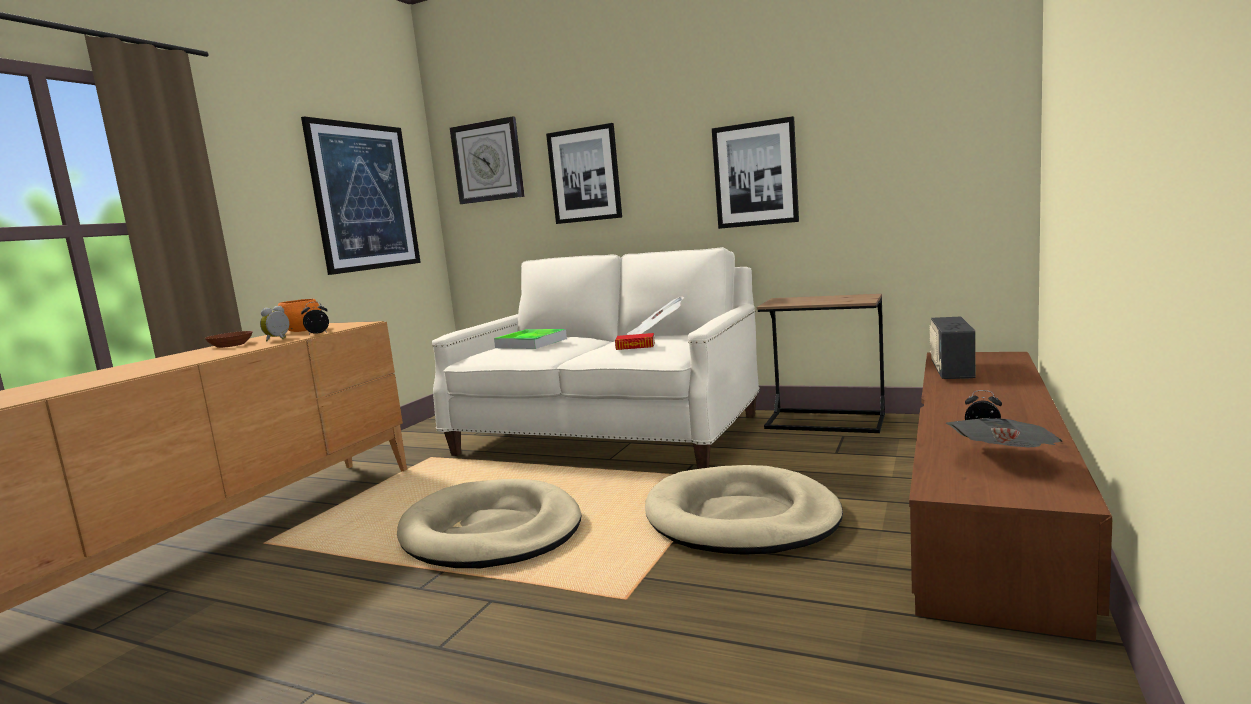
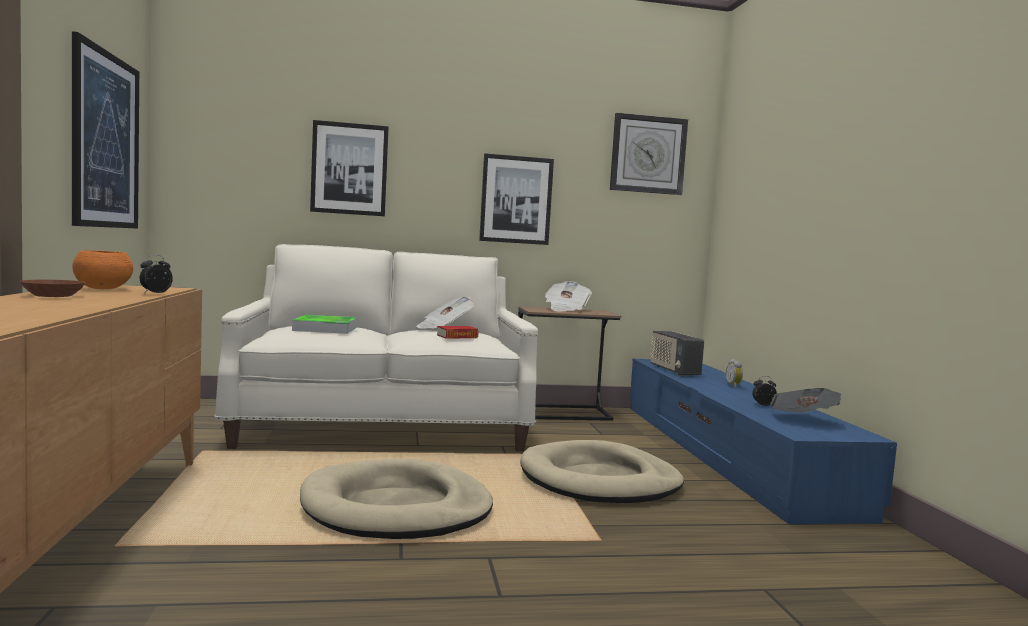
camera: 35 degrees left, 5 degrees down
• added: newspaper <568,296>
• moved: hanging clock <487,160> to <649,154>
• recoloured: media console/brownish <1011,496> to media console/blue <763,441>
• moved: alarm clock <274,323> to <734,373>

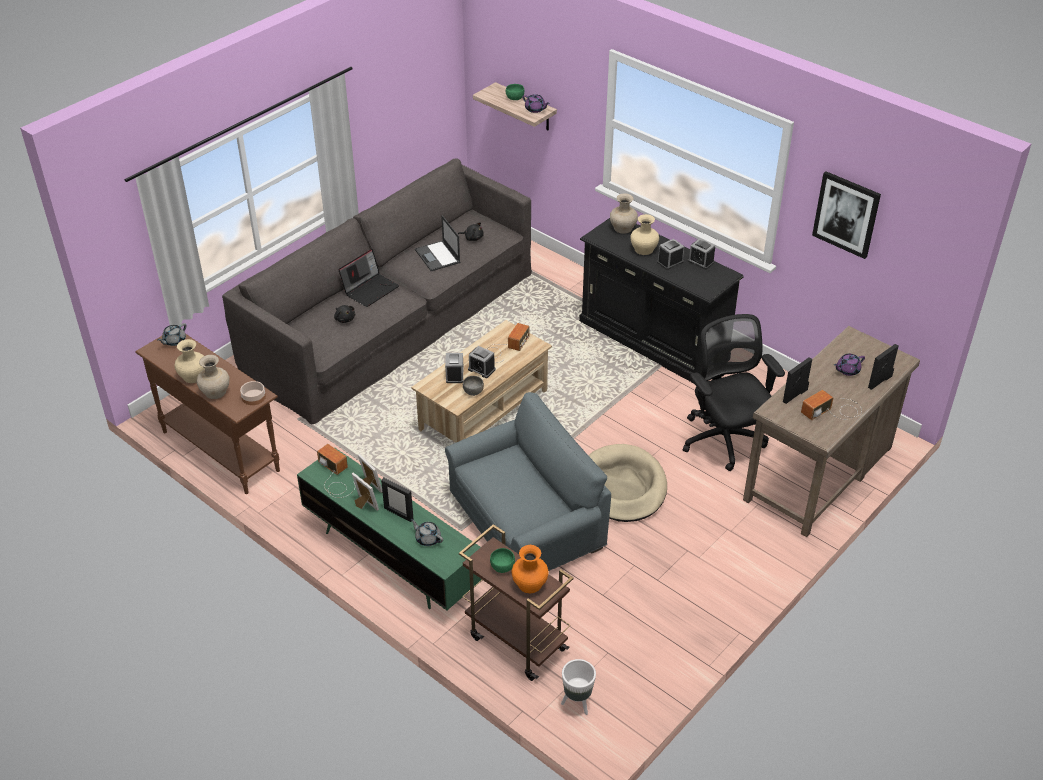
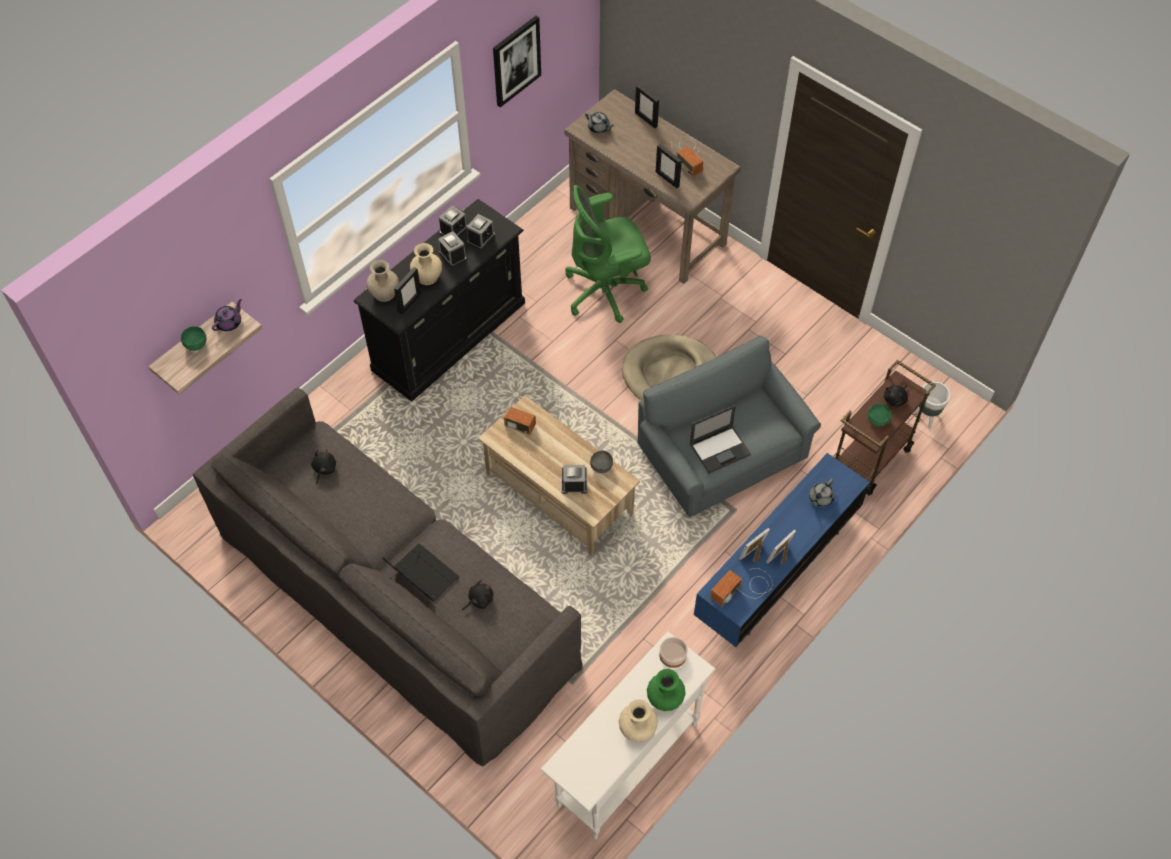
camera: 90 degrees left, 15 degrees up
• moved: picture frame <397,500> to <408,291>
• moved: alarm clock <482,362> to <481,232>
• recoloured: hall table/brownish <207,414> to hall table/white-coloured <627,735>
• recoloured: desk chair/black <734,392> to desk chair/green <608,254>
• moved: teapot/greyish <172,334> to <599,122>
• recoloured: vase/beige-coloured <213,377> to vase/green <666,690>
• moved: notebook computer <438,243> to <720,439>
• recoloured: media console/green <389,529> to media console/blue <782,550>
• replaced: vase/orangey <530,569> to soft toy/black <896,395>
• removed: teapot/purplish <849,365>

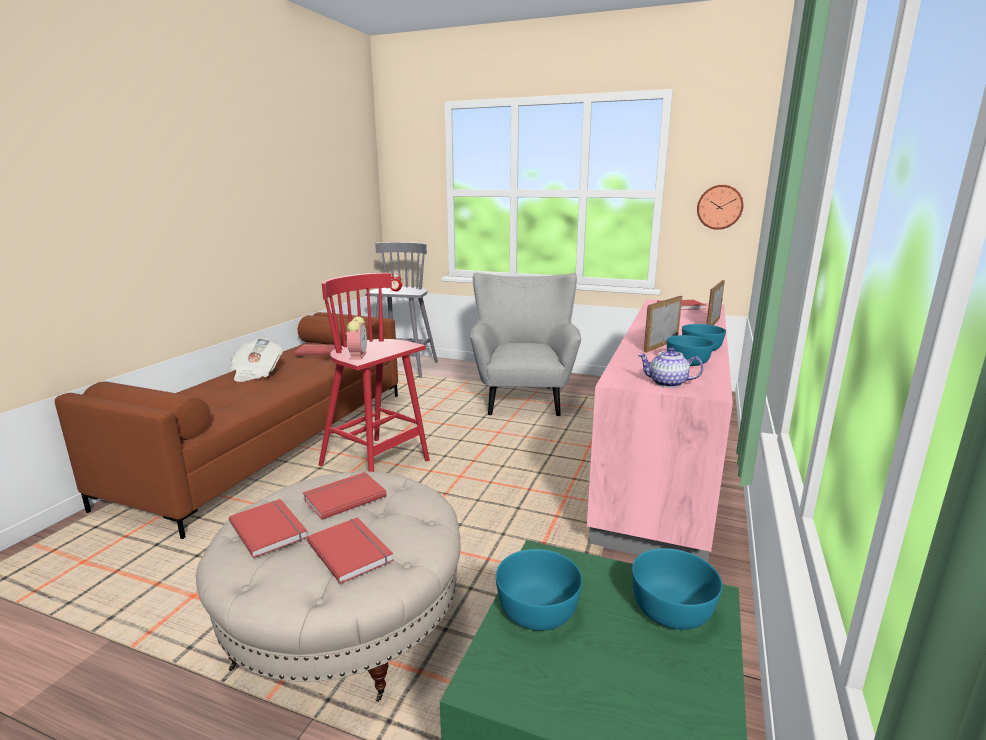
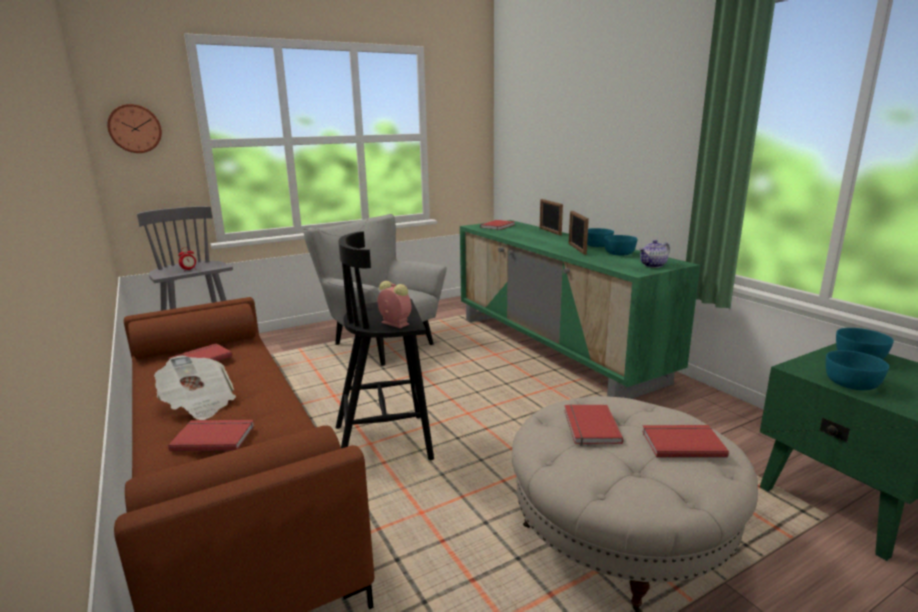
camera: 50 degrees left, 0 degrees up
• moved: hanging clock <720,207> to <134,128>
• moved: book/reddish <268,528> to <211,435>
• recoloured: stool seat/reddish <374,372> to stool seat/black <385,345>
• recoloured: media console/pinkish <660,430> to media console/green <580,309>

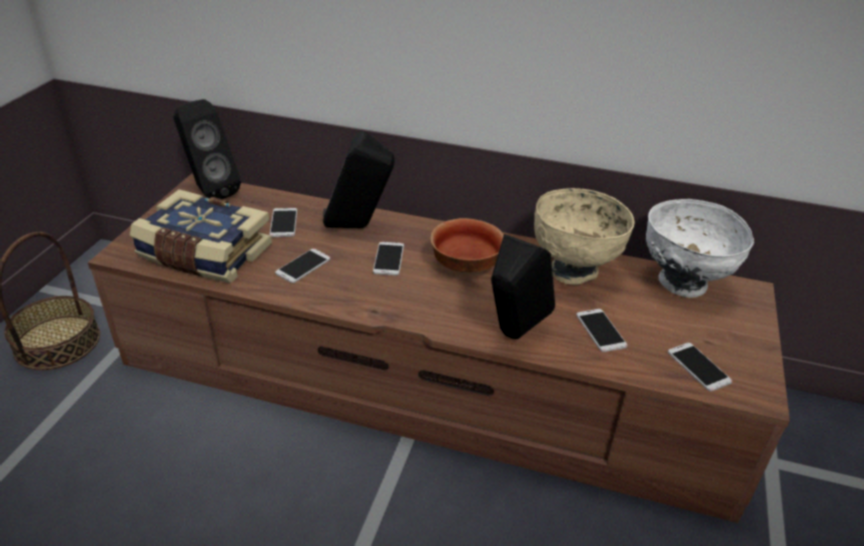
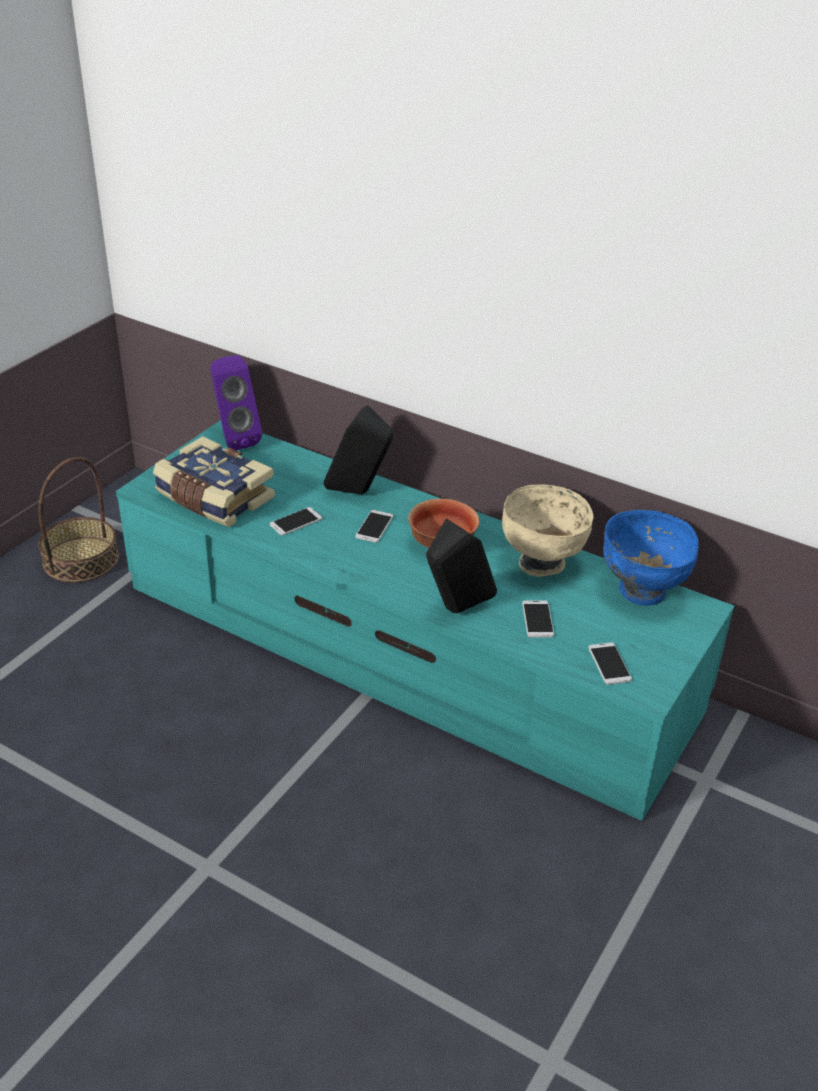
camera: 15 degrees right, 0 degrees up
• recoloured: media console/brownish <439,348> to media console/turquoise <425,620>
• recoloured: loudspeaker/black <207,149> to loudspeaker/purplish <236,402>
• recoloured: bowl/white-coloured <700,248> to bowl/blue <651,558>
• removed: telephone <283,222>

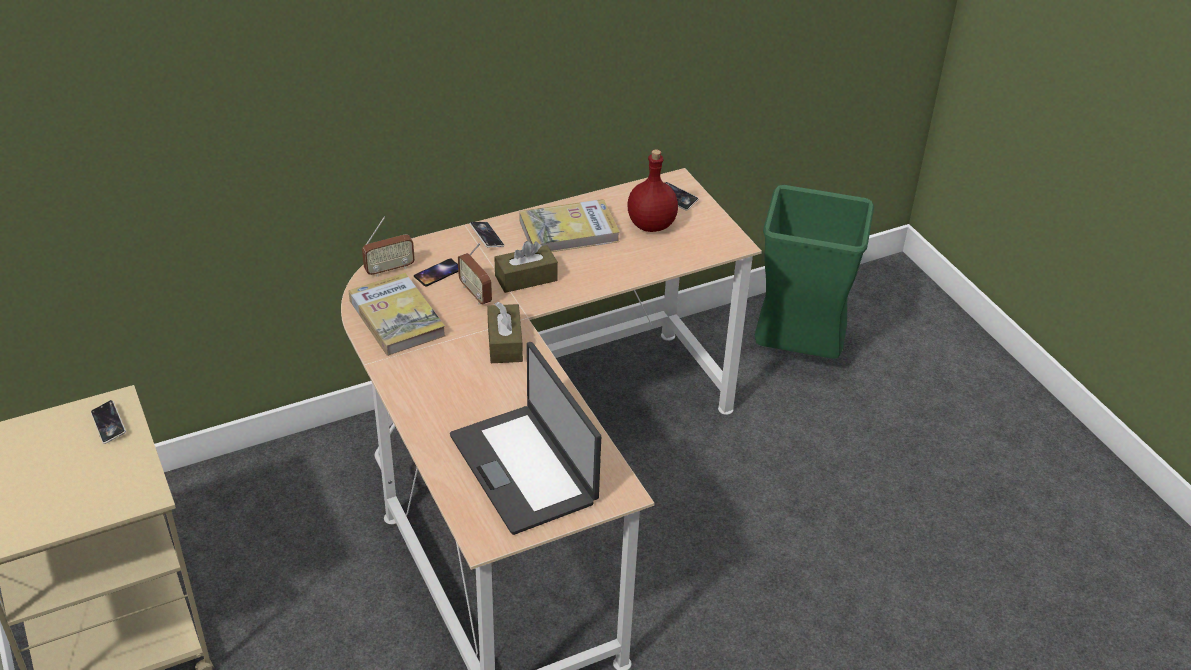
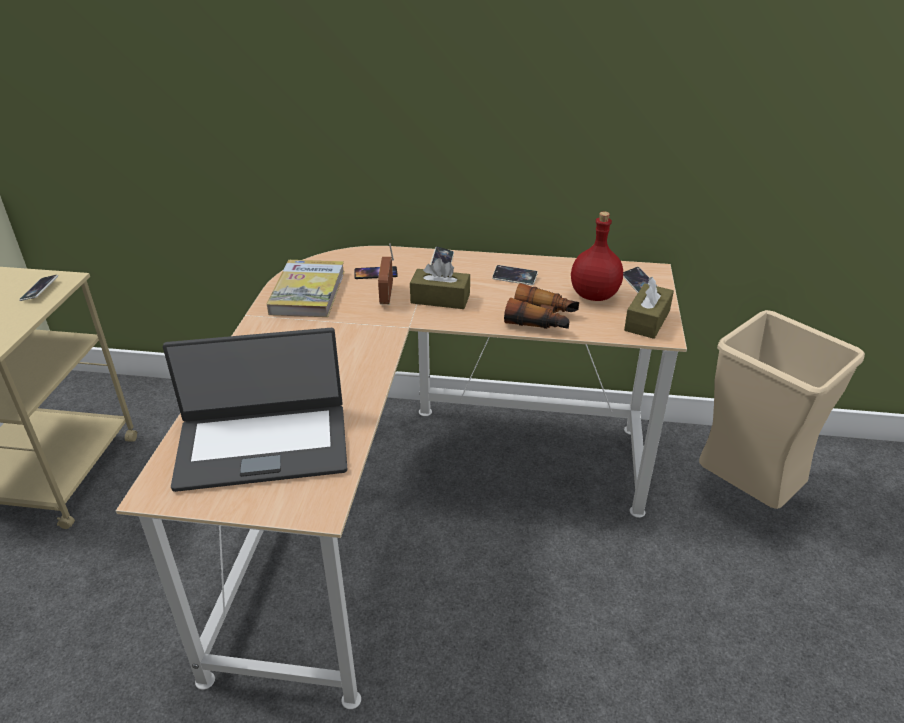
camera: 35 degrees right, 5 degrees down
• turned: notebook computer <525,438> = <255,410> 105 degrees counterclockwise
• replaced: book <570,225> to telephone <515,275>
• added: pair of binoculars <541,306>
• moved: tissue box/brownish <505,332> to <649,308>
• recoloured: rubbish bin/green <814,272> to rubbish bin/beige-coloured <782,409>
• removed: radio <388,247>

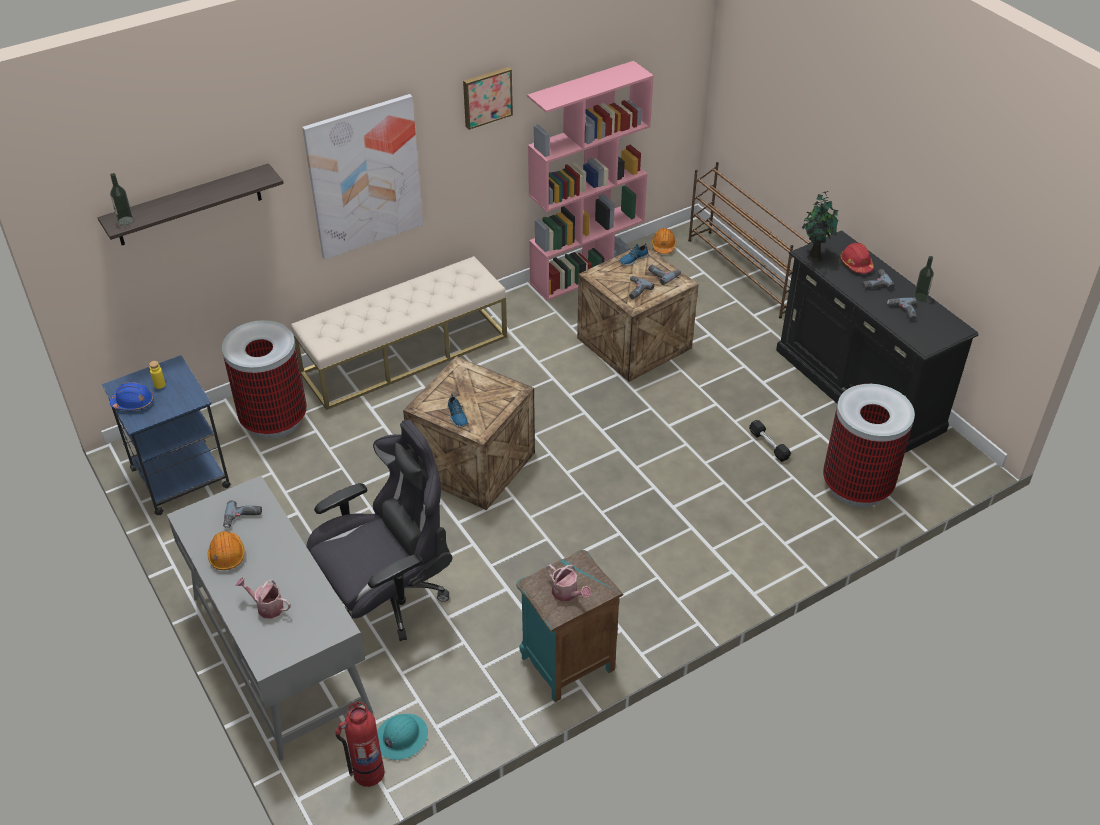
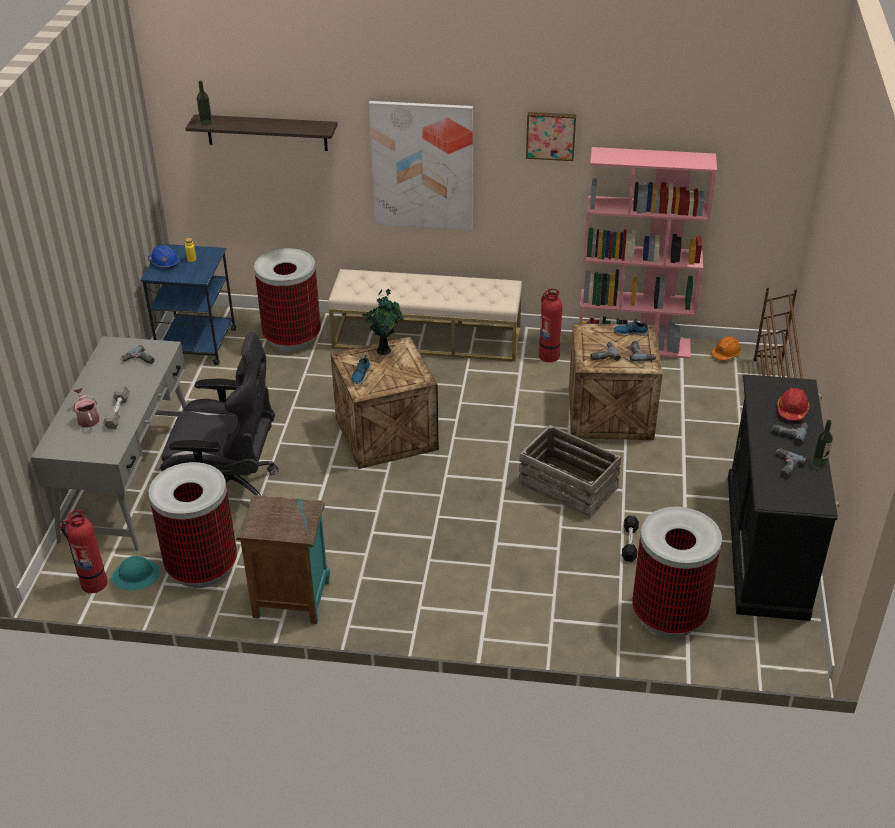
camera: 40 degrees right, 5 degrees down
• added: hand weight/greyish <116,407>
• added: rubbish bin <193,525>
• moved: potted plant <820,226> to <382,322>
• added: packing crate <570,472>
• added: fire-fighting cylinder <550,325>
• removed: work helmet/orangey <226,550>
• removed: watering pot <569,583>

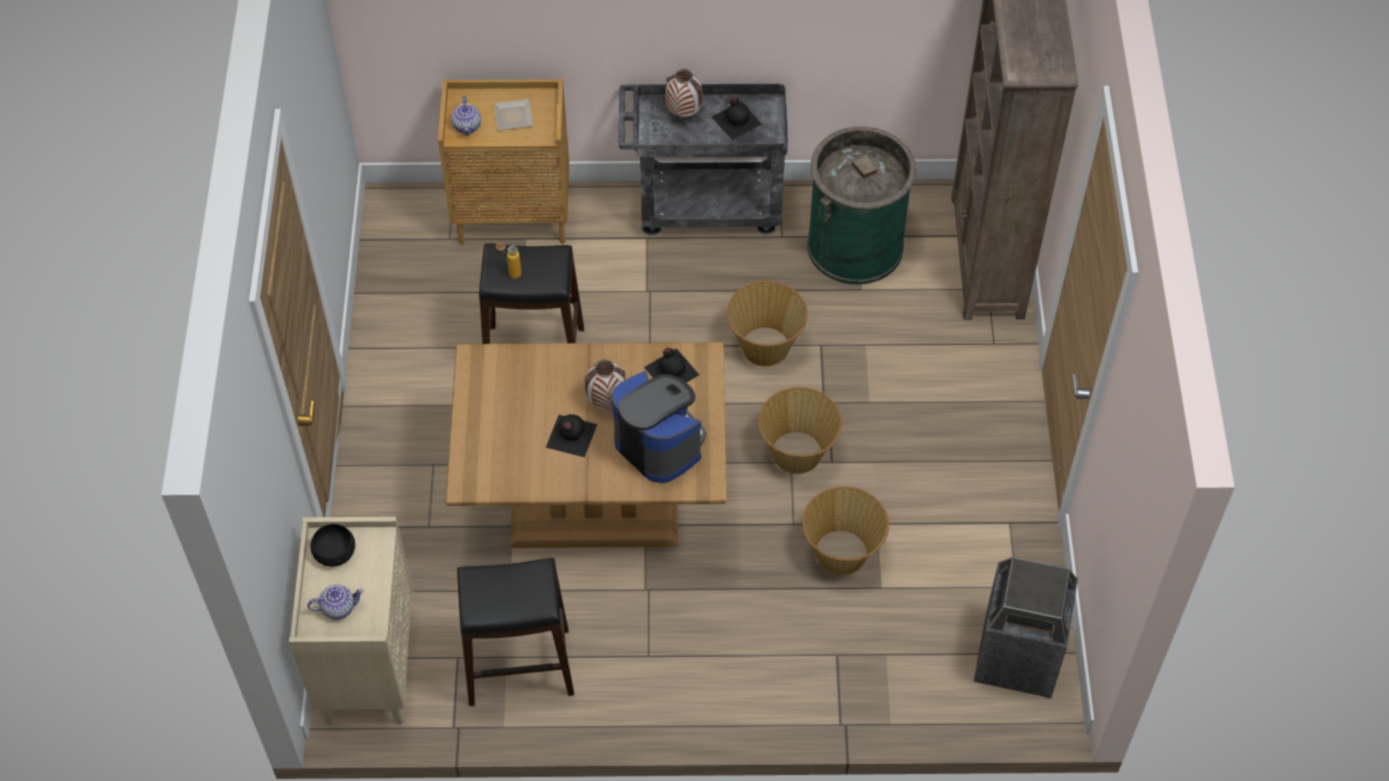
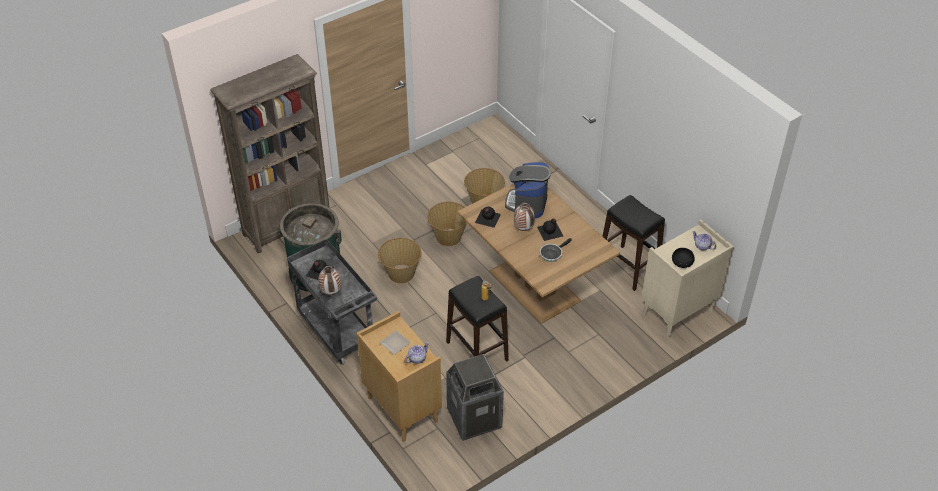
camera: 125 degrees left, 10 degrees down
• moved: rubbish bin <1026,627> to <475,397>
• added: skillet <556,250>

